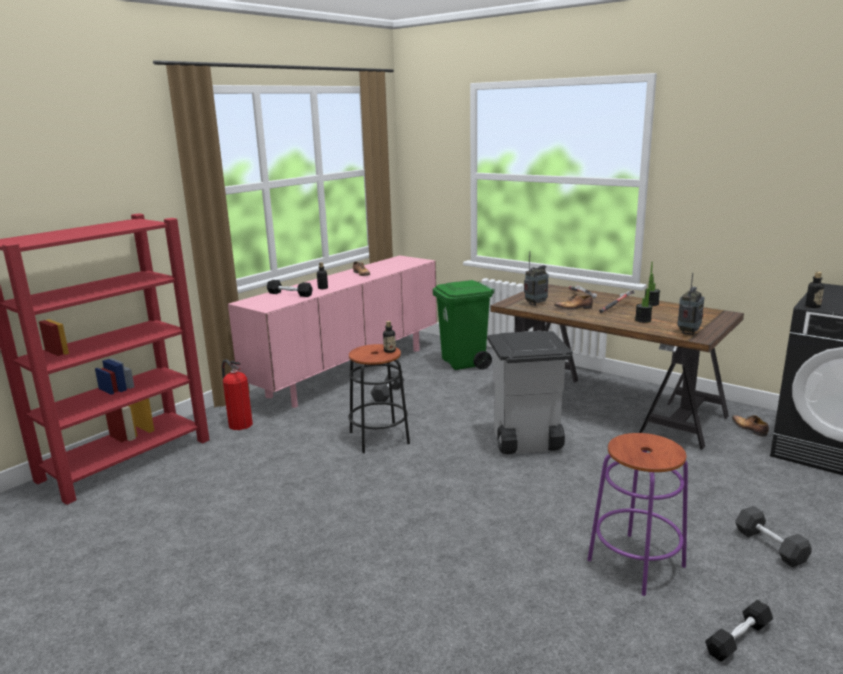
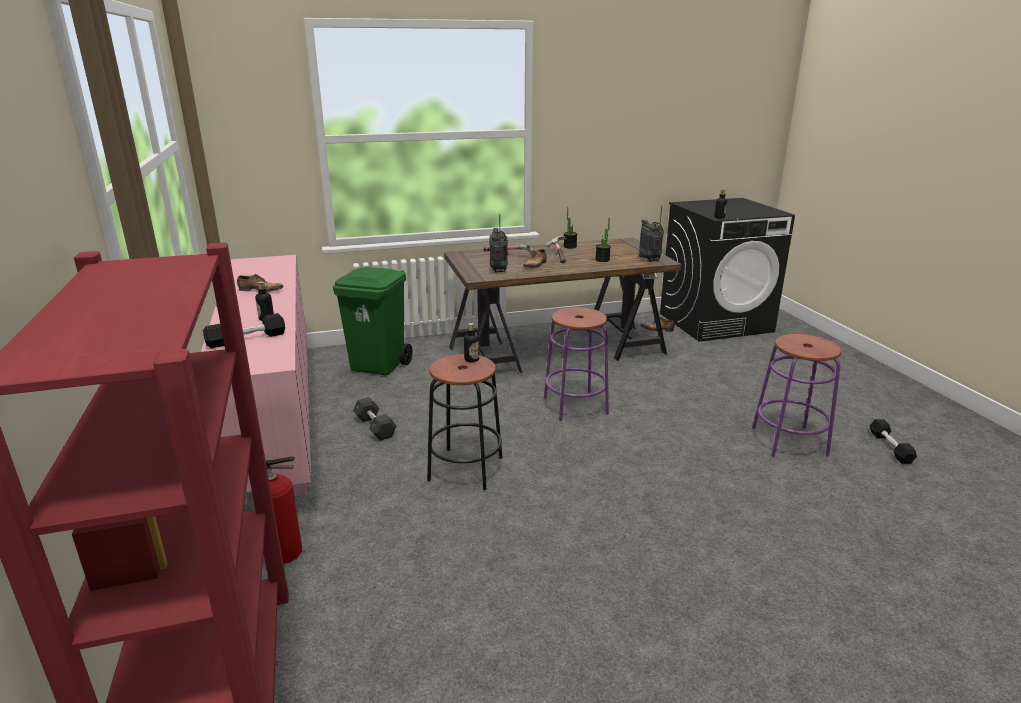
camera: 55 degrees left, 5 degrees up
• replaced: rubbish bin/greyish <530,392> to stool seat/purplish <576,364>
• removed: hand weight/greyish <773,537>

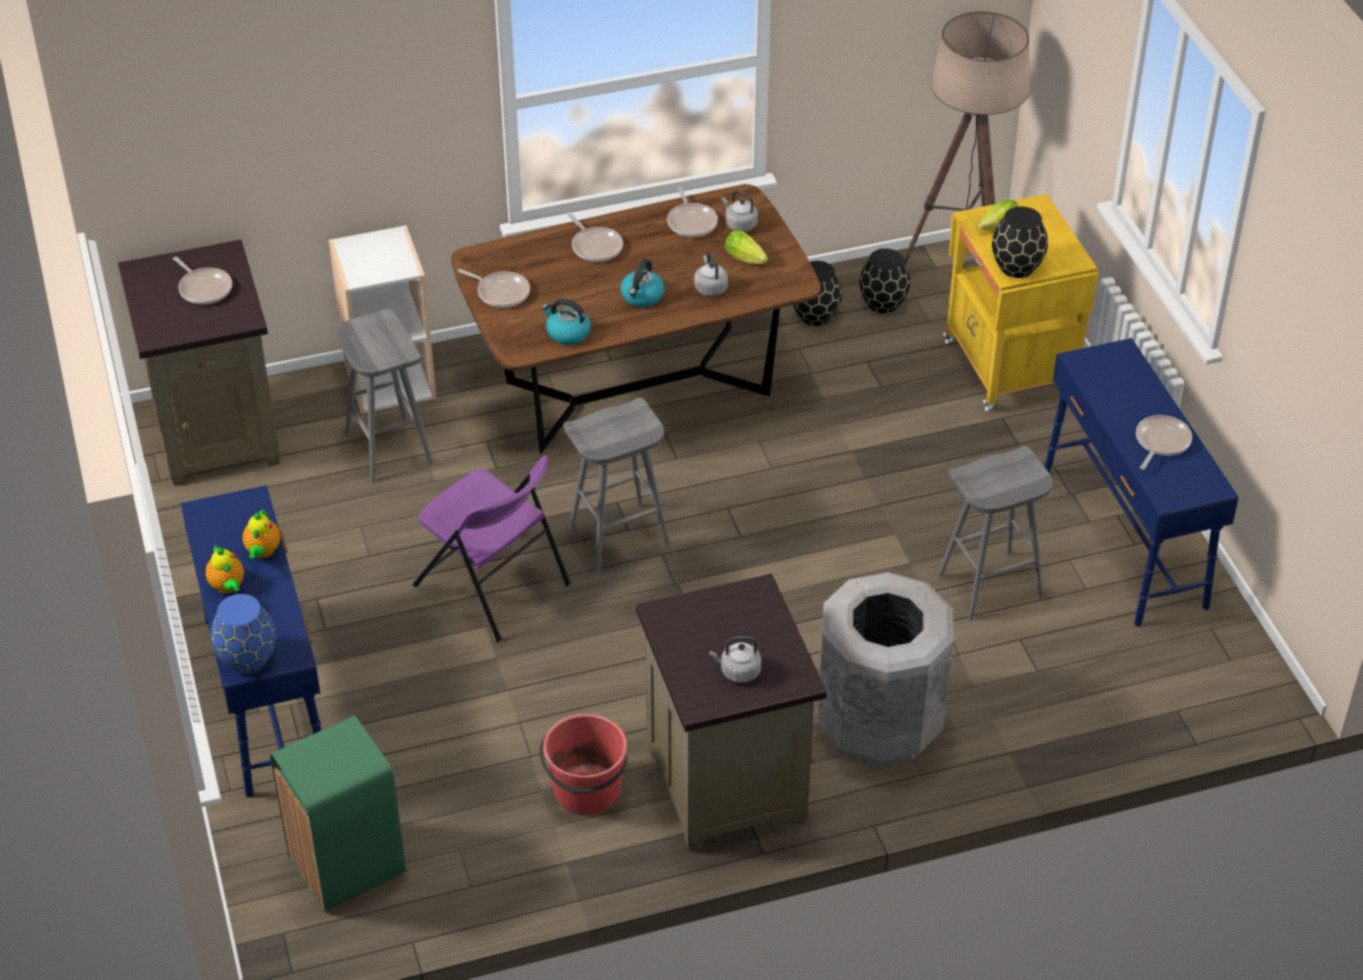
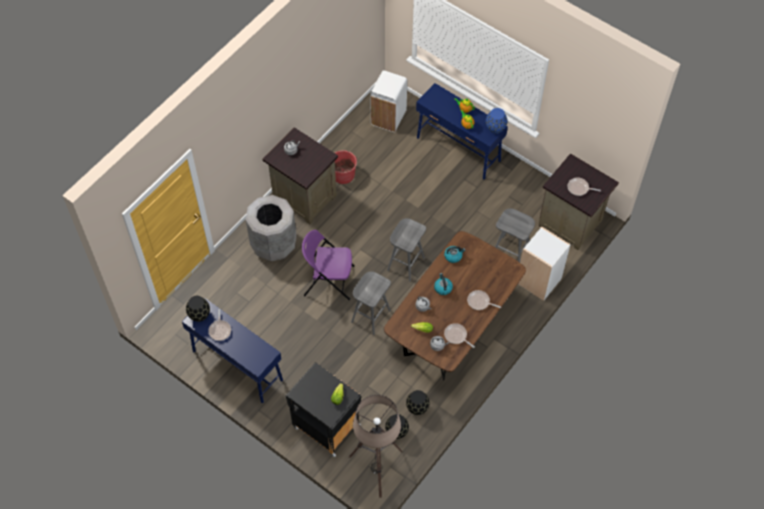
camera: 145 degrees right, 15 degrees up
• moved: vase/black <1020,242> to <198,309>
• recoloured: wheeled cart/yellowish <1020,302> to wheeled cart/black <323,410>
• moved: upright chair/purplish <492,549> to <328,265>
• moved: stool seat/greyish <995,533> to <371,303>
• recoloured: rubbish bin/green <338,813> to rubbish bin/white-coloured <388,101>
• moved: vase/blue <243,634> to <496,121>
• removed: skillet <493,288>

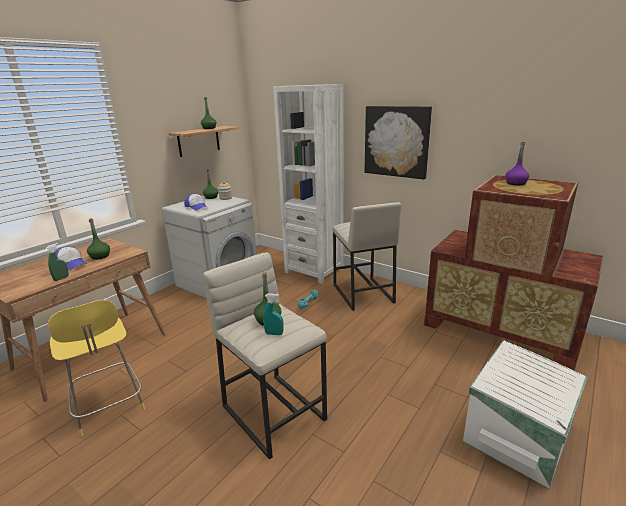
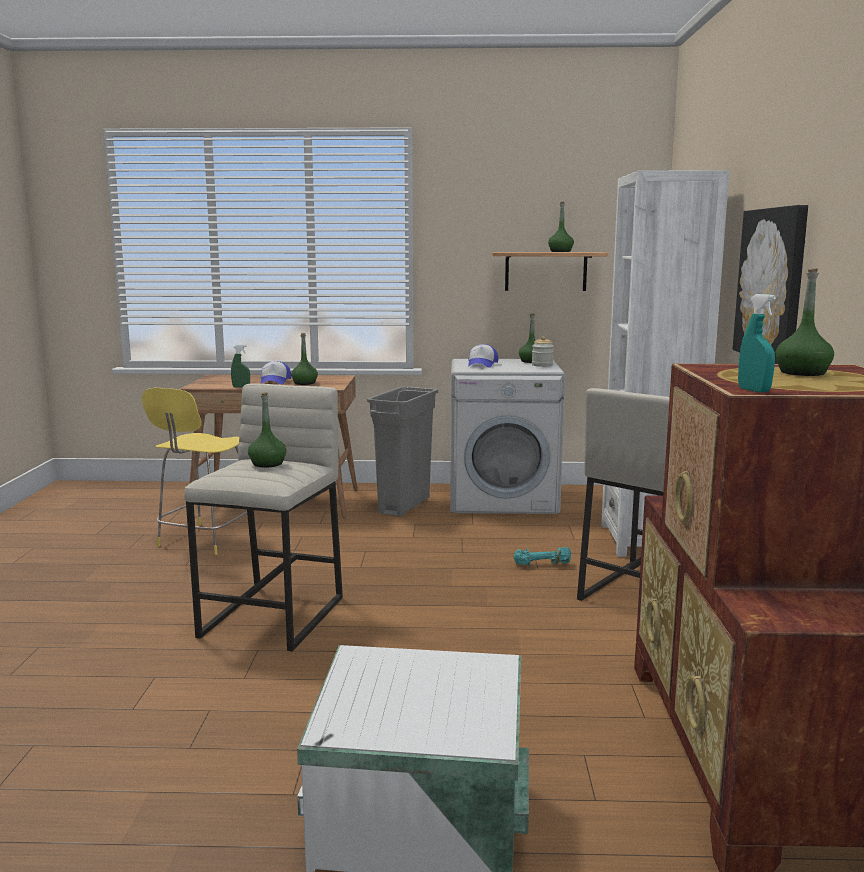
camera: 55 degrees right, 10 degrees down
• added: rubbish bin/greyish <402,451>
• moved: sprayer/turquoise <273,314> to <757,343>
• recoloured: bottle/purplish <517,163> to bottle/green <804,322>

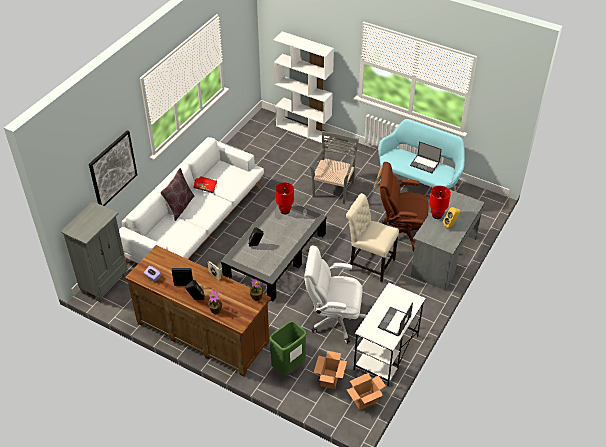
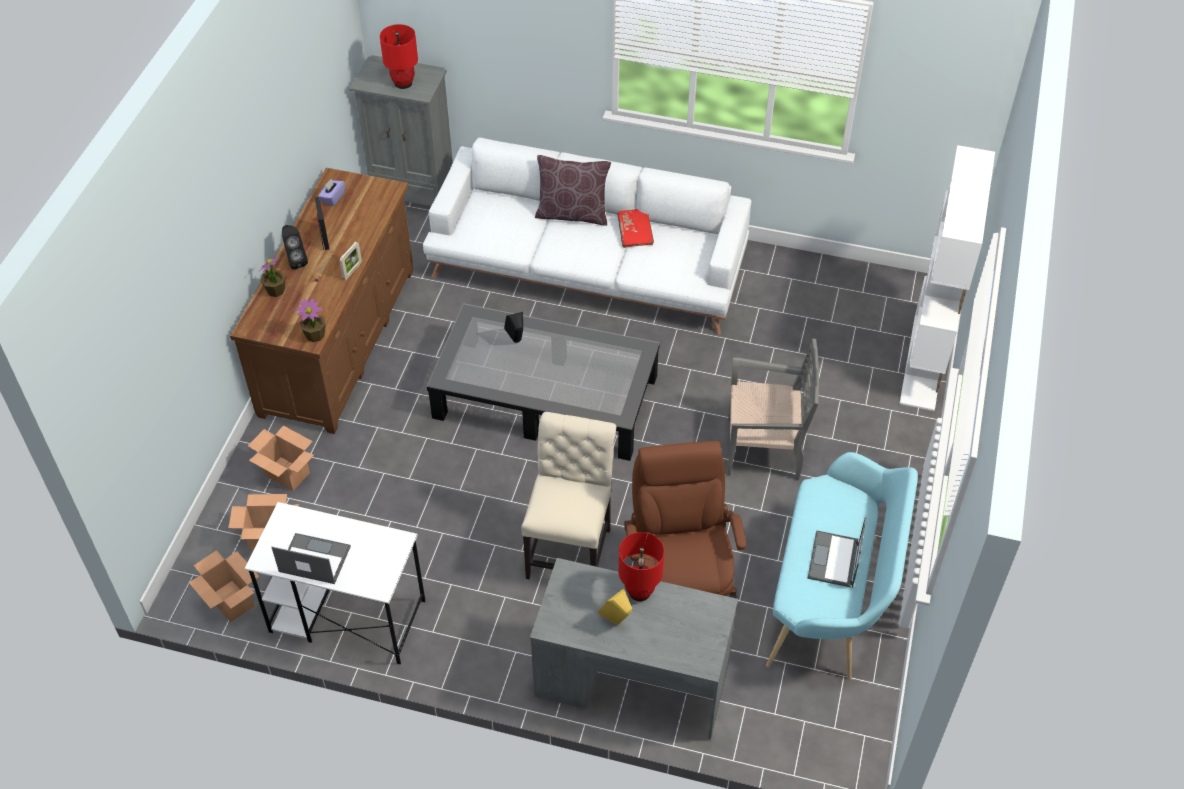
camera: 75 degrees right, 5 degrees up
• replaced: rubbish bin/green <288,349> to cardboard box <281,458>
• moved: tabletop lamp/reddish <284,198> to <399,56>
• removed: wall art <113,168>
• removed: desk chair/white-coloured <335,295>

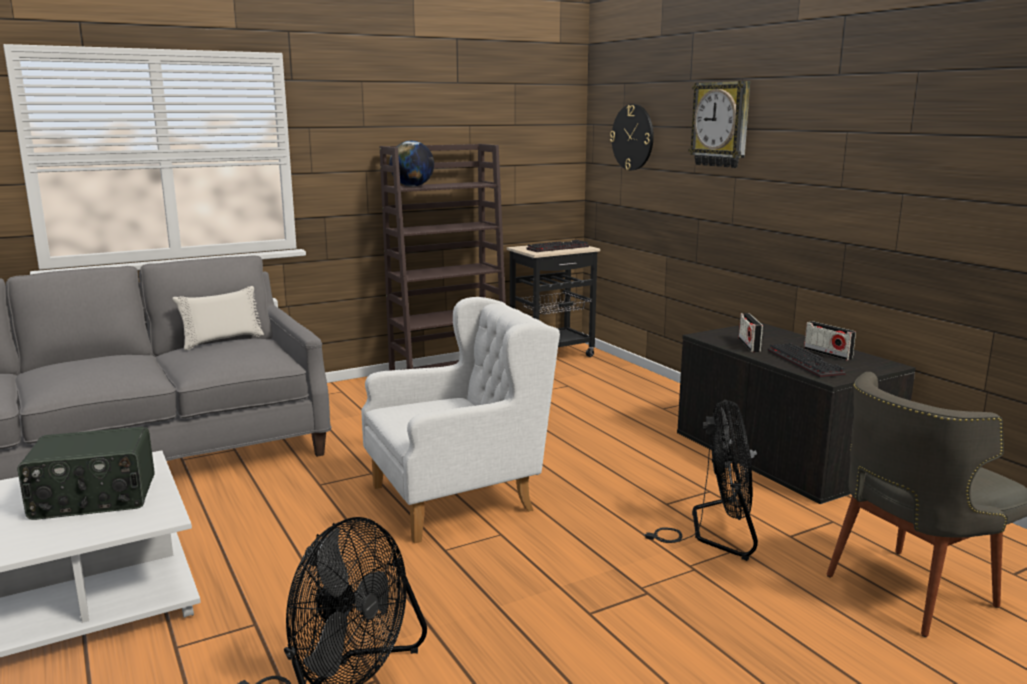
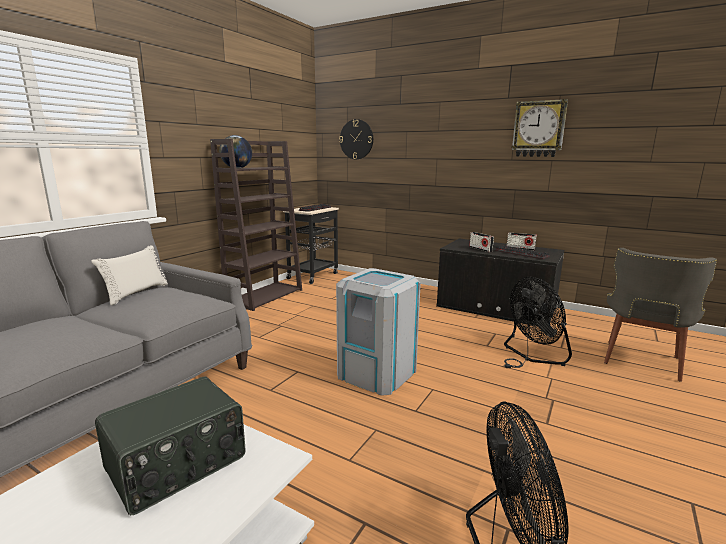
camera: 30 degrees left, 0 degrees up
• replaced: armchair/white-coloured <460,420> to rubbish bin/greyish <378,332>
• moved: hanging clock <719,124> to <540,128>

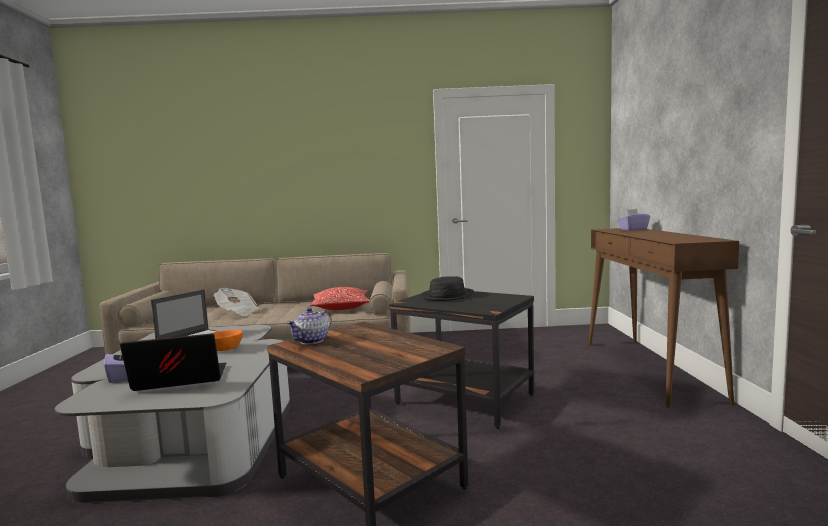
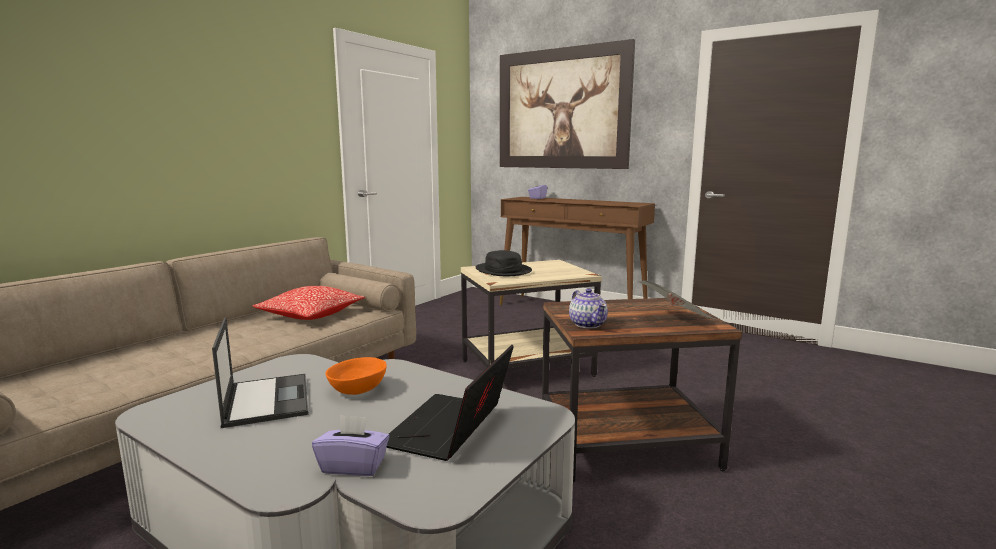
camera: 55 degrees left, 5 degrees up
• recoloured: side table/black <461,360> to side table/beige-coloured <531,318>
• added: wall art <567,104>
• moved: newspaper <236,302> to <677,299>

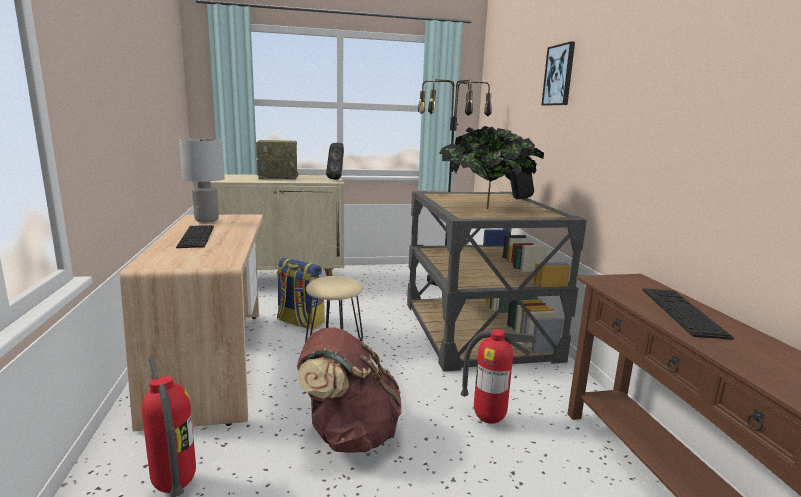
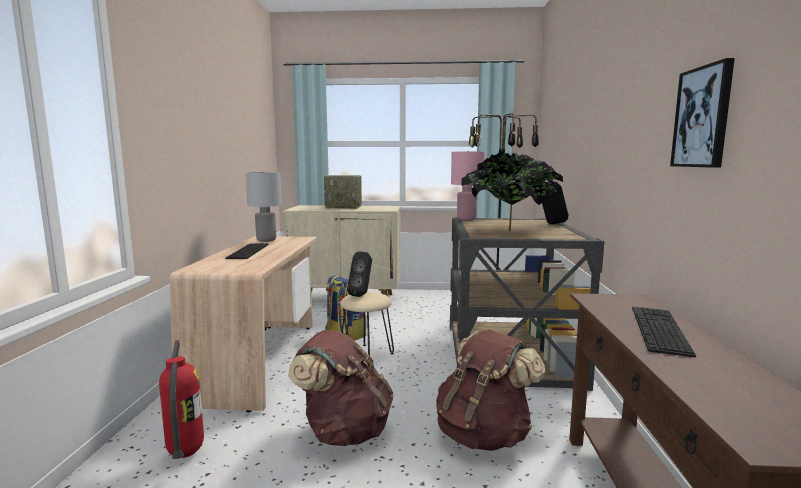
camera: 15 degrees right, 5 degrees down
• moved: loudspeaker/black <335,161> to <359,274>
• replaced: fire-fighting cylinder <499,376> to backpack/brownish <490,390>
• added: tabletop lamp/pinkish <468,186>
• moved: wall art <558,73> to <702,113>

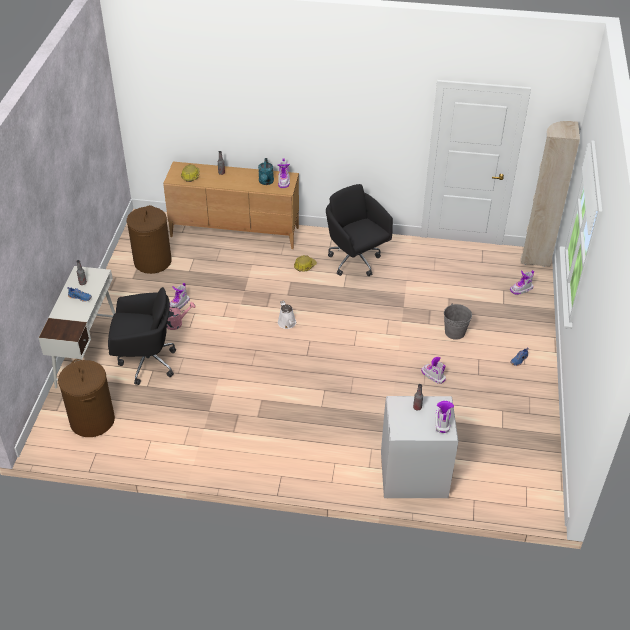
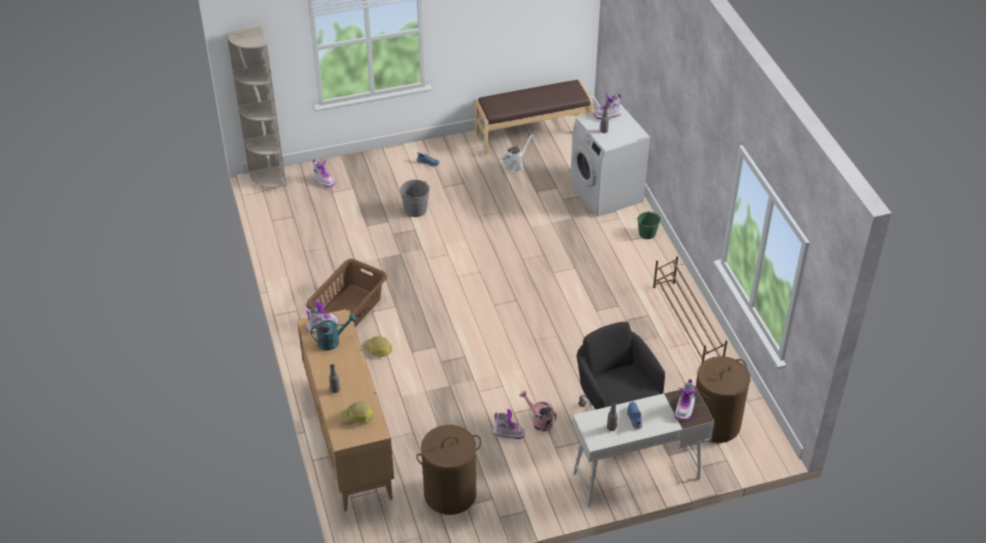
camera: 115 degrees left, 0 degrees up
• replaced: desk chair/black <359,230> to laundry basket/brownish <346,293>
• added: long seat/brownish <534,117>
• moved: watering pot/white-coloured <287,314> to <518,153>
• added: bucket/green <648,225>
• added: shoe rack/brownish <690,310>
• moved: high-top boot <433,370> to <685,400>

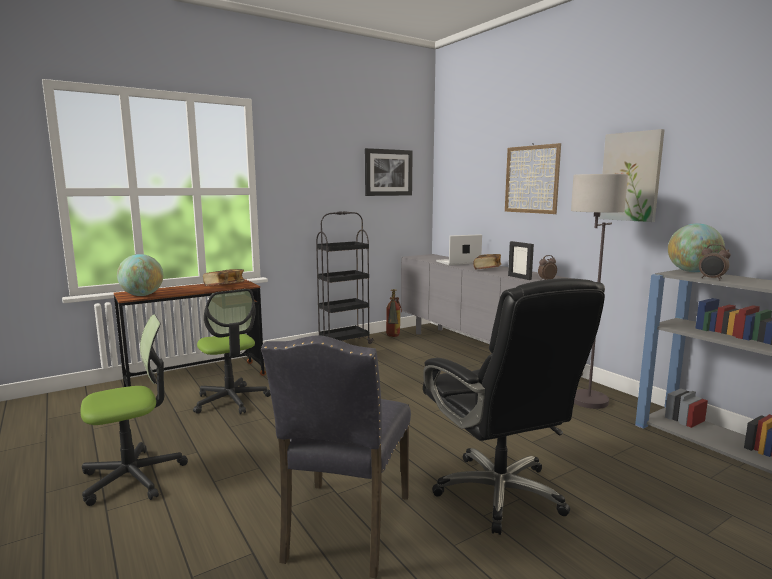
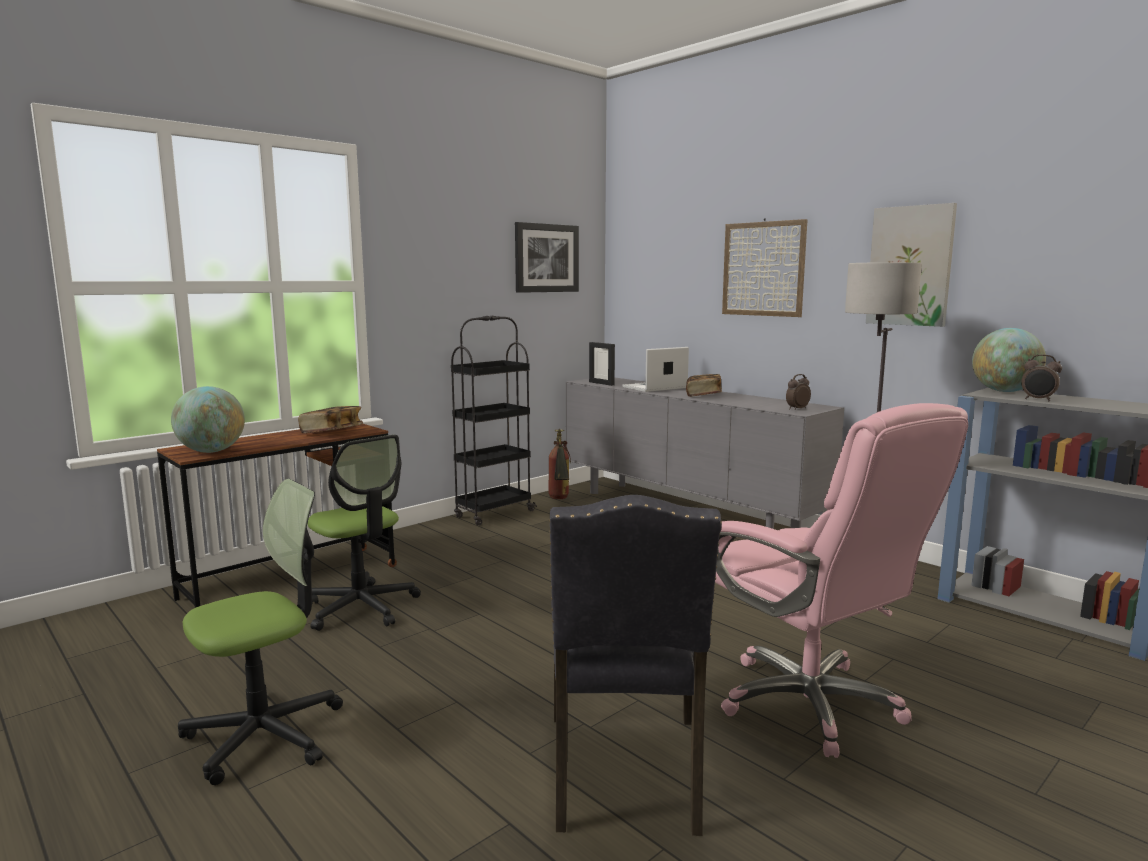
camera: 10 degrees left, 0 degrees up
• moved: picture frame <521,260> to <602,364>
• recoloured: desk chair/black <514,406> to desk chair/pinkish <841,580>

